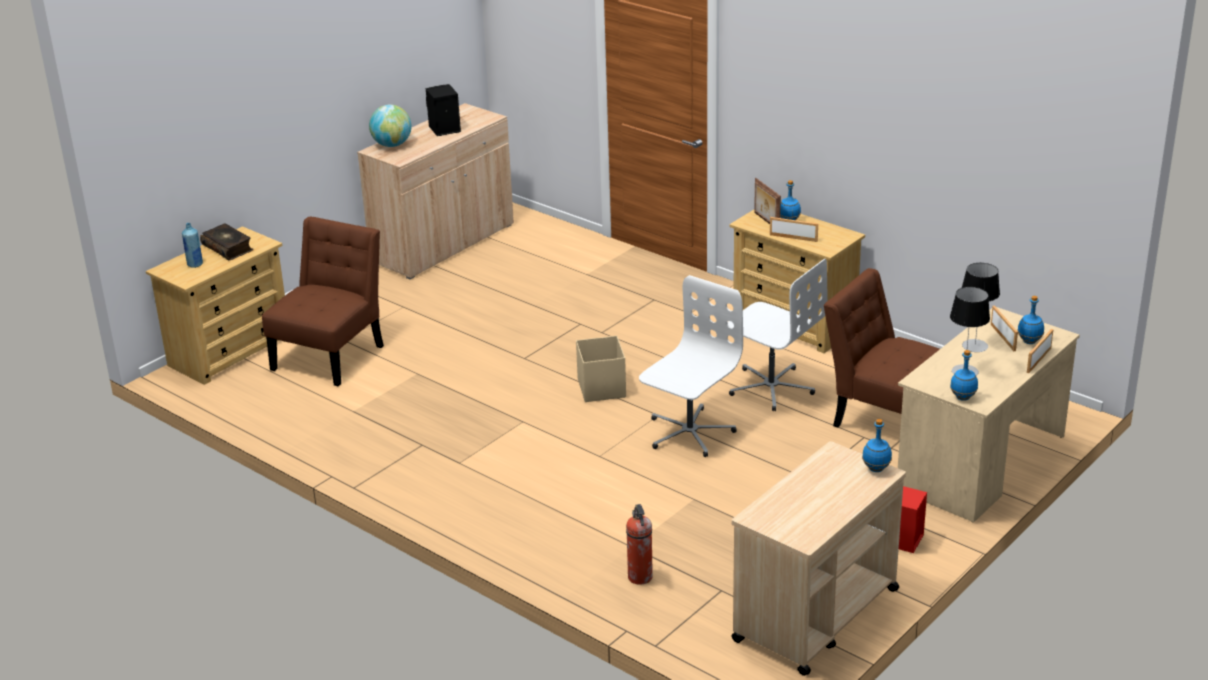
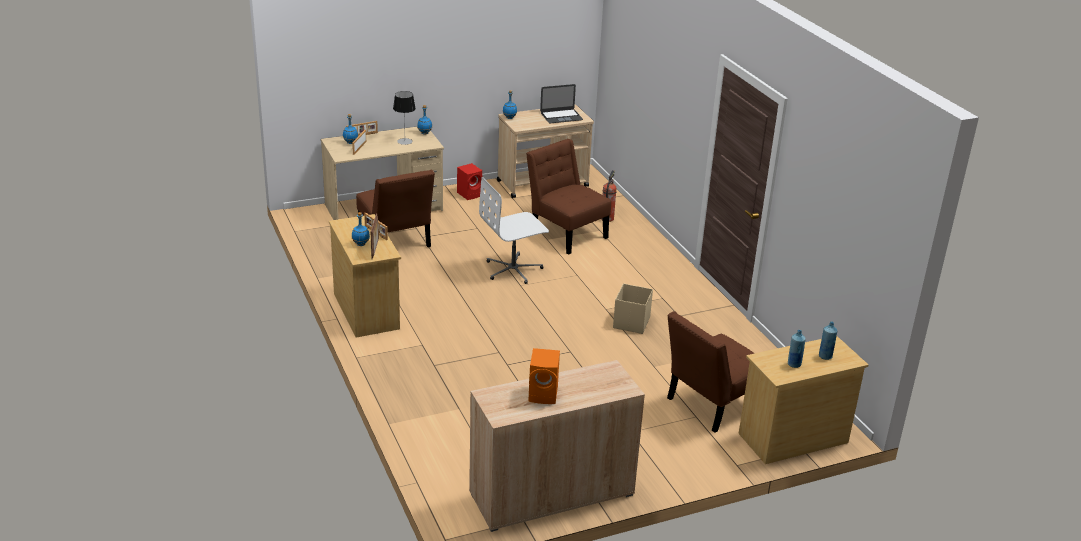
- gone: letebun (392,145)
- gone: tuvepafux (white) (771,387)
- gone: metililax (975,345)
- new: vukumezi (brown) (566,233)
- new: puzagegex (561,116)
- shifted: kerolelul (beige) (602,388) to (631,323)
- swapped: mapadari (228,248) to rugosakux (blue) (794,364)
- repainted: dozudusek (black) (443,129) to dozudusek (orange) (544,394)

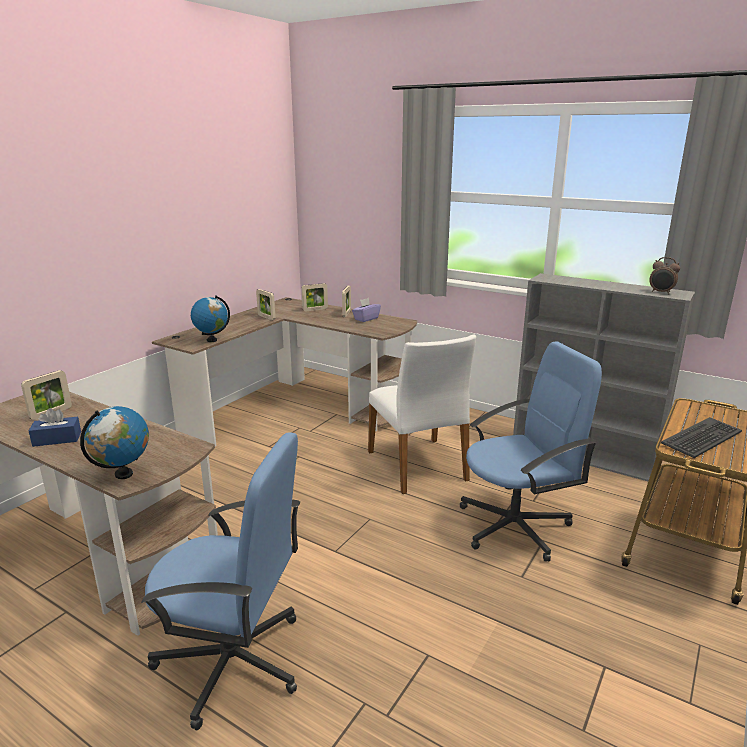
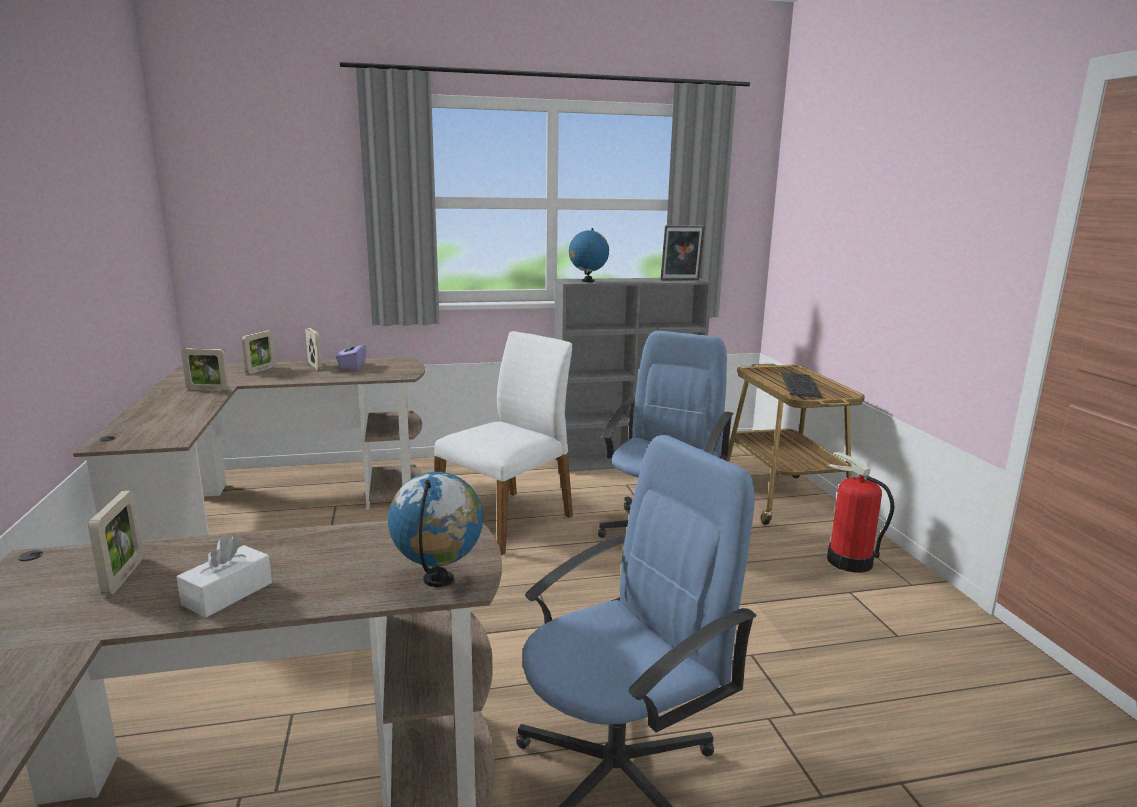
- new: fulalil (848,561)
- shifted: letebun (212,340) to (588,281)
- swapped: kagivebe (661,292) to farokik (680,280)
- repainted: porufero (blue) (57,439) to porufero (white) (227,594)
- rotated: vukumezi (white) (419,466) = (507,519) 75 degrees counterclockwise

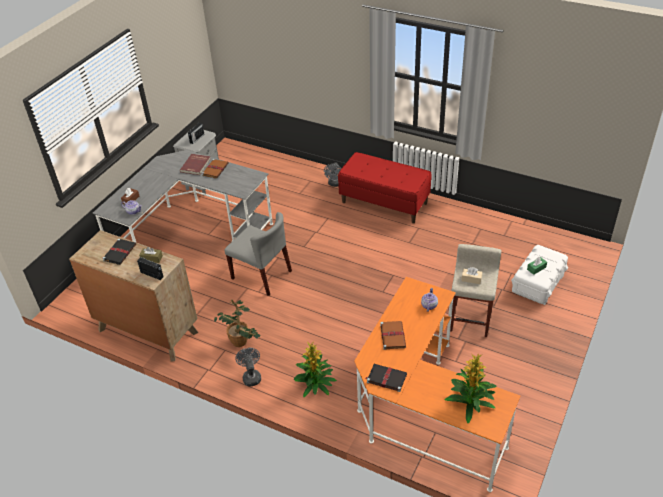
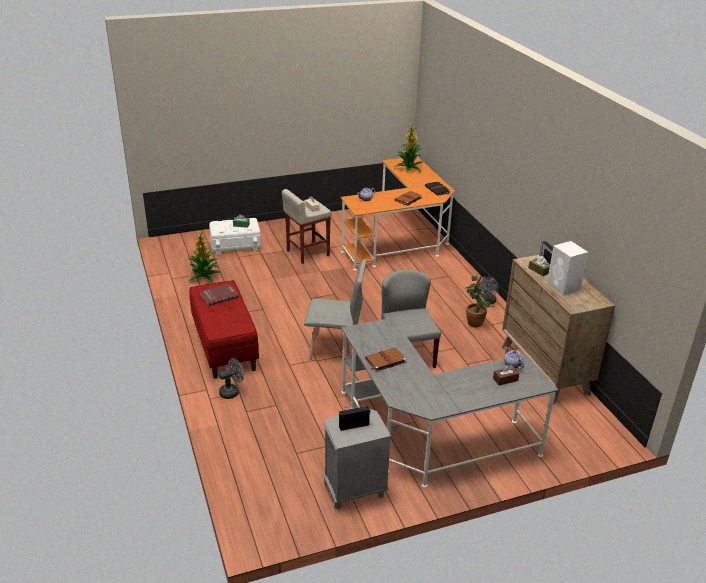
- new: vukumezi (grey) (335,349)
- shifted: mapadari (red) (196,165) to (218,295)
- shifted: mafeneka (314,383) to (204,276)
- swapped: mapadari (black) (120,252) to dozudusek (white) (563,287)

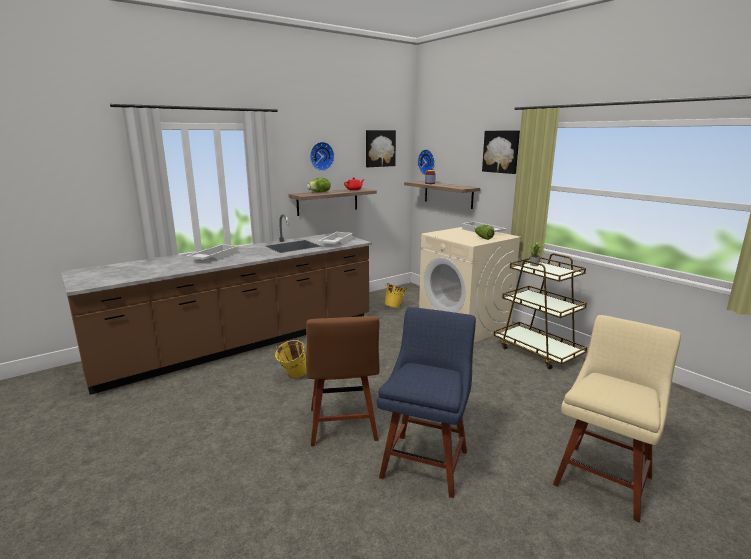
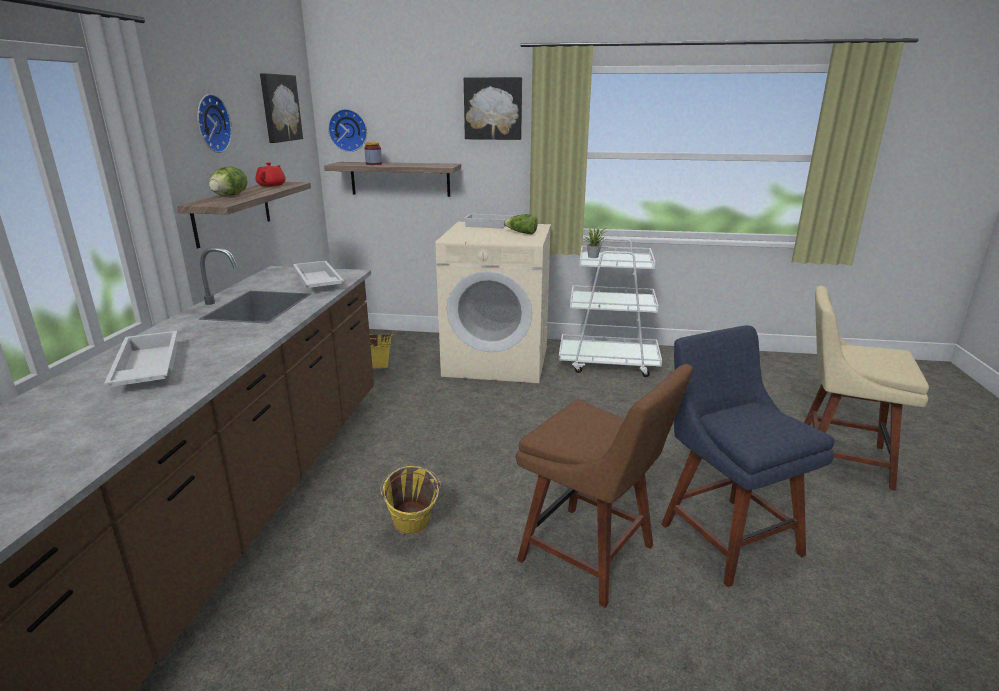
- repainted: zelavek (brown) (537,351) to zelavek (white) (608,363)
- rotated: vukumezi (beige) (604,477) = (837,457) 60 degrees counterclockwise

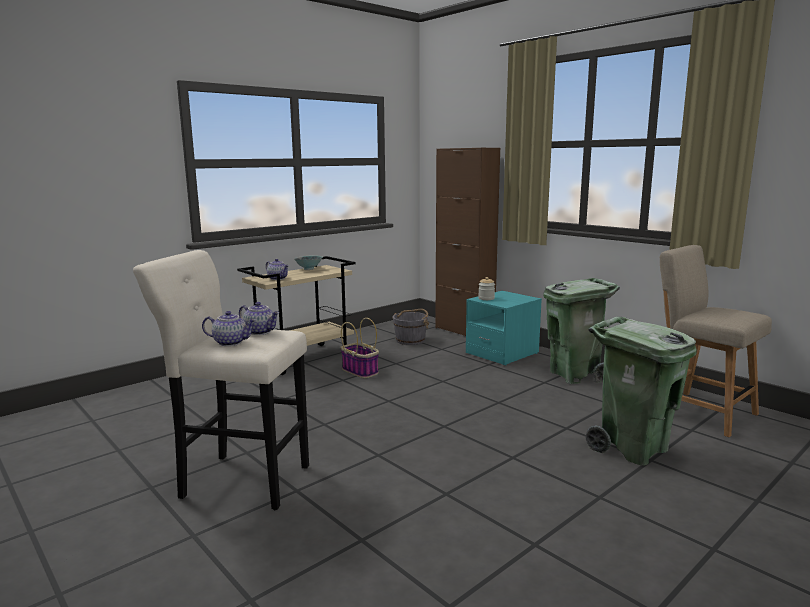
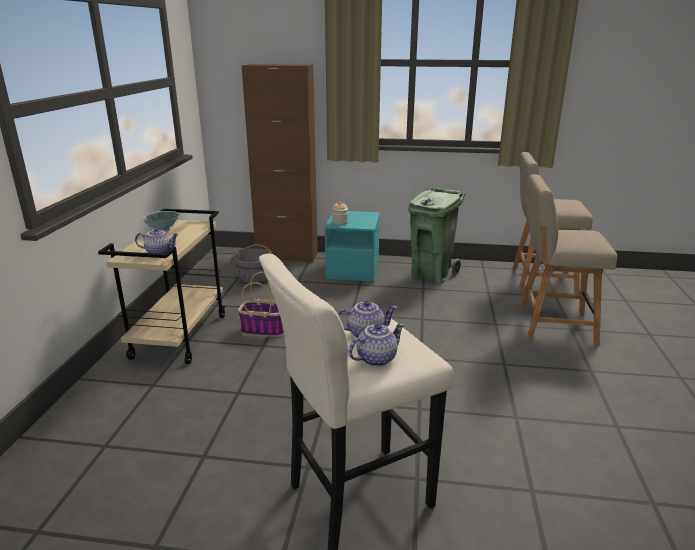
- swapped: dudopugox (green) (632,449) to vukumezi (beige) (551,324)

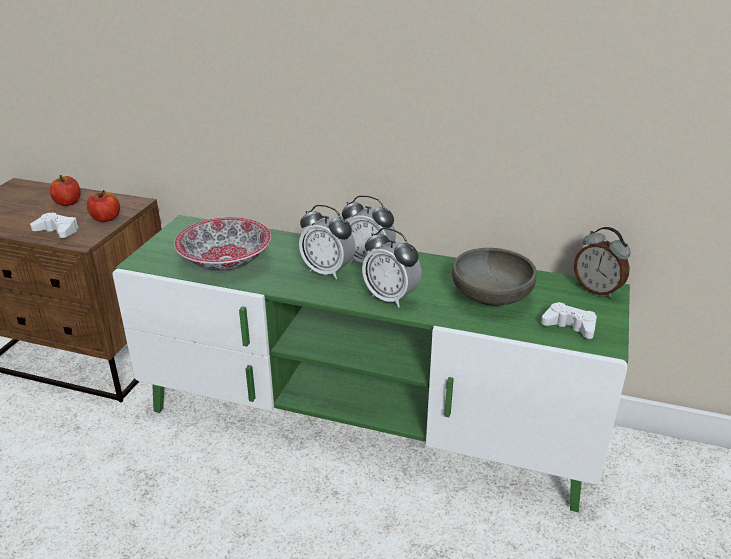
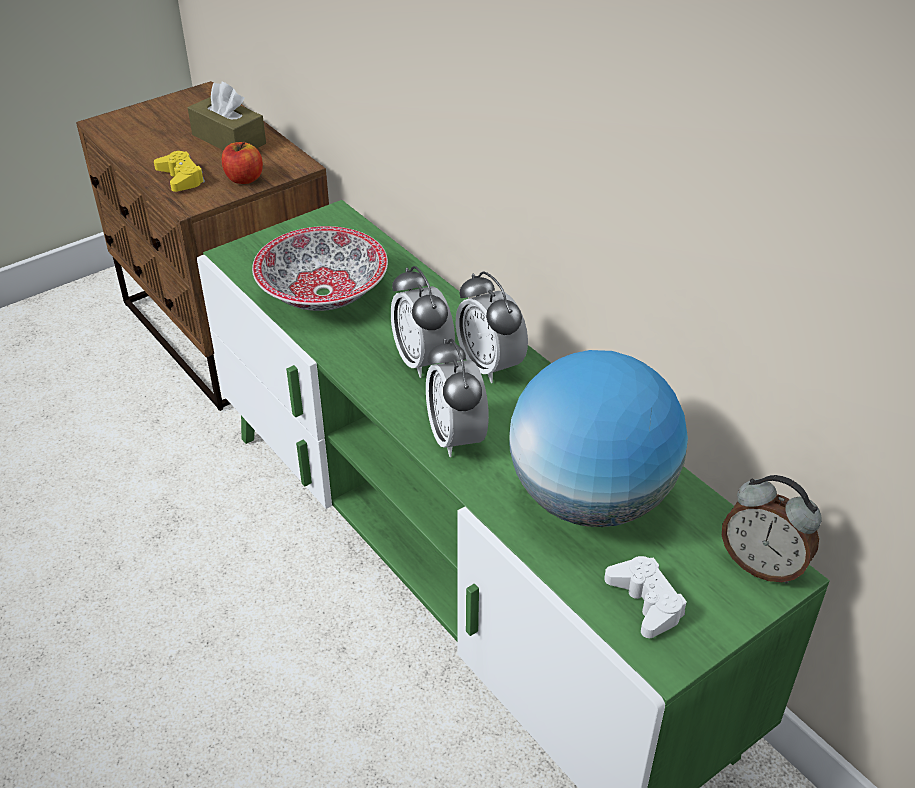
- swapped: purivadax (68,202) to porufero (brown) (229,139)
- swapped: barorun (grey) (491,296) to letebun (590,499)
- repainted: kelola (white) (57,231) to kelola (yellow) (181,178)
- rotated: kagivebe (597,290) = (762,565) 45 degrees counterclockwise

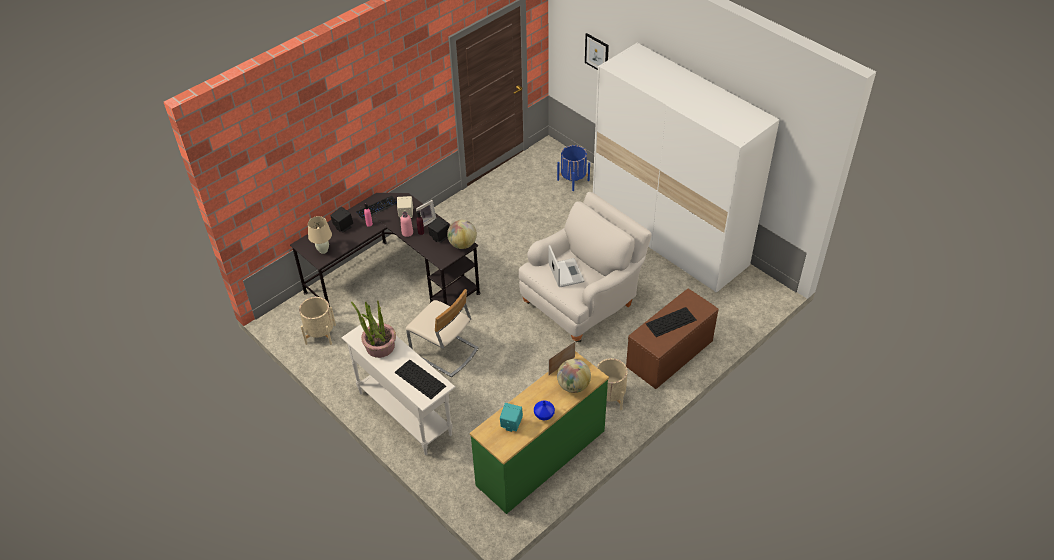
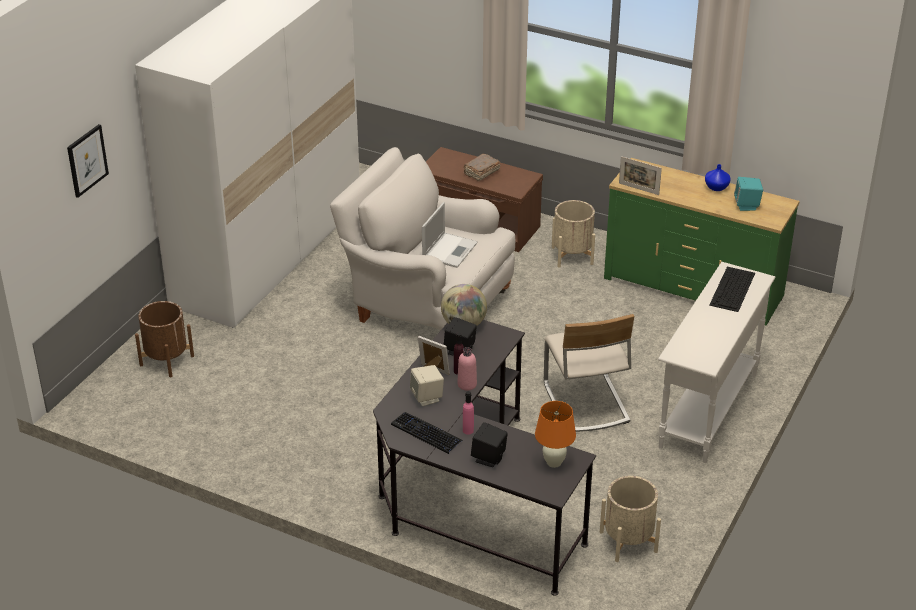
- gone: mafeneka (380,346)
- gone: letebun (573,386)
- swapped: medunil (671,321) to mapadari (brown) (481,173)
- repainted: metililax (beige) (323,250) to metililax (orange) (554,462)
- repainted: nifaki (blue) (573,180) to nifaki (brown) (167,360)
- rotated: vukumezi (beige) (444,352) = (585,403) 150 degrees clockwise
- rotated: puzagegex (565,272) = (450,250) 150 degrees clockwise

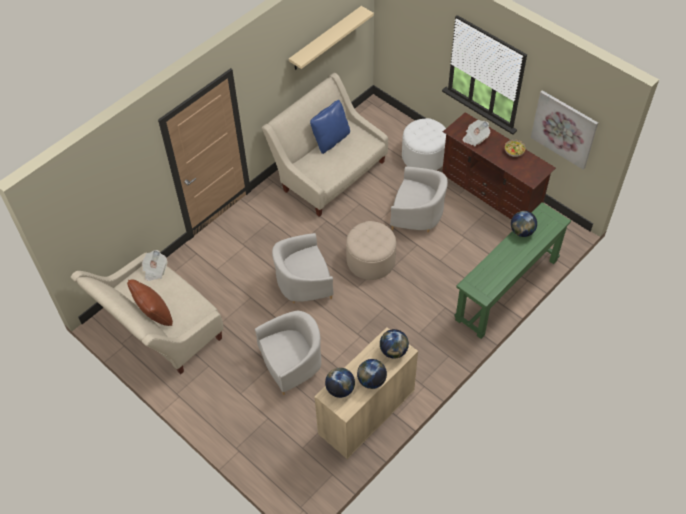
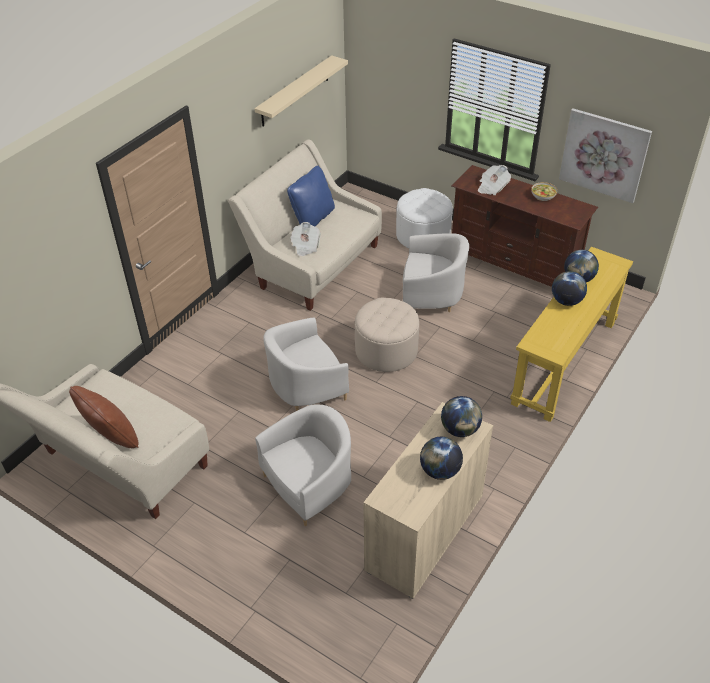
- shifted: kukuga (155,270) to (305,246)
- shifted: letebun (340,389) to (566,301)
- repainted: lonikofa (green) (506,289) to lonikofa (yellow) (564,362)

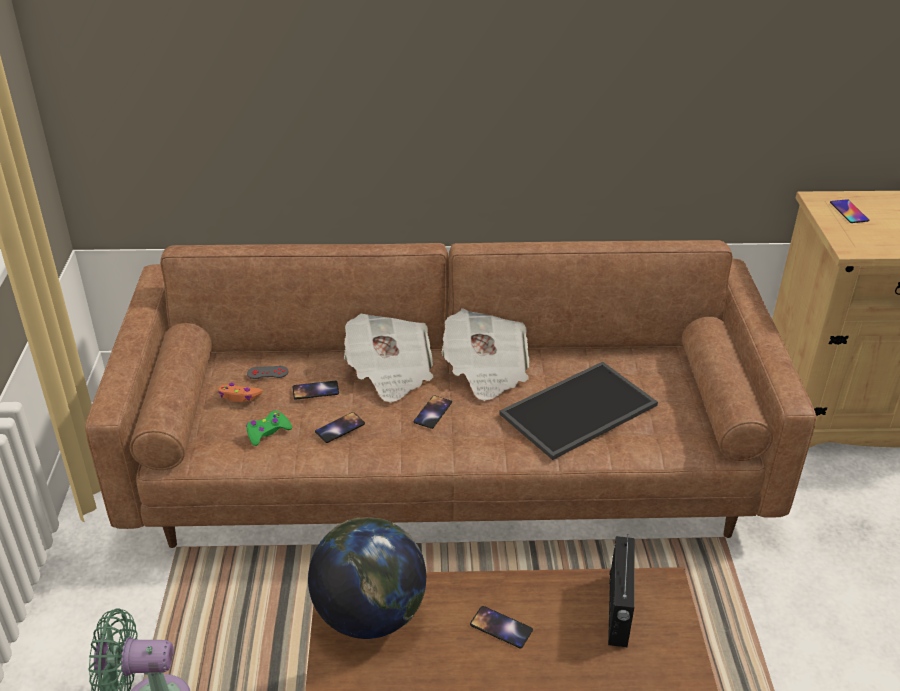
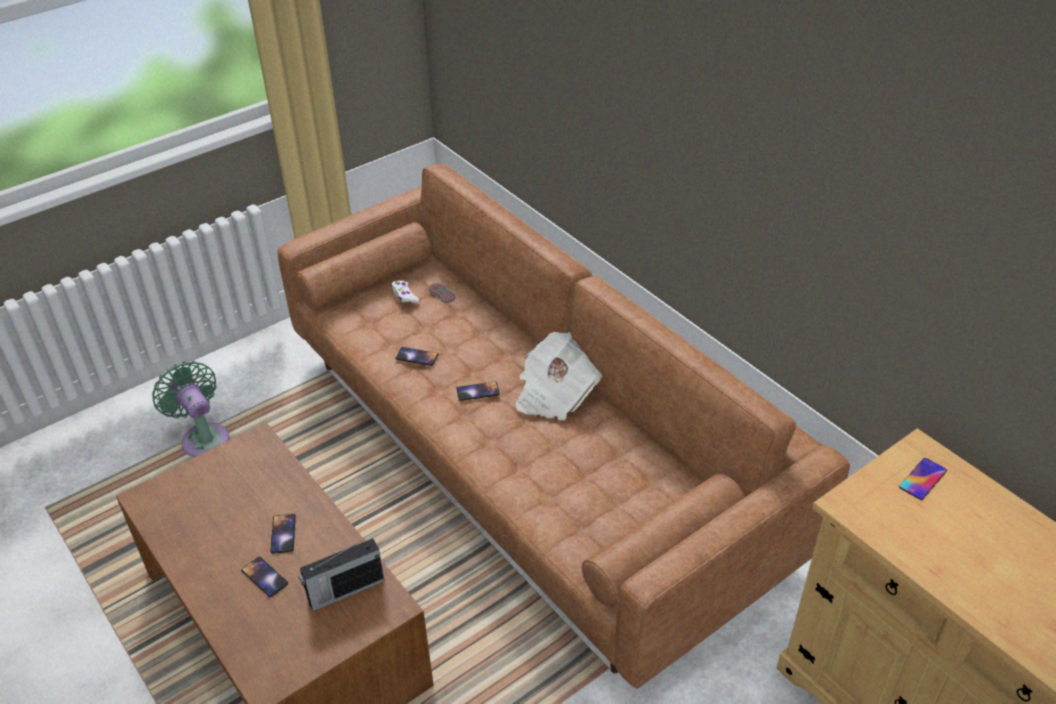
- gone: kelola (green) (267,432)
- gone: letebun (370,616)
- gone: kukuga (389,372)
- gone: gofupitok (579,411)
- shifted: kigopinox (315,390) to (264,577)
- repainted: kelola (orange) (239,396) to kelola (white) (404,295)

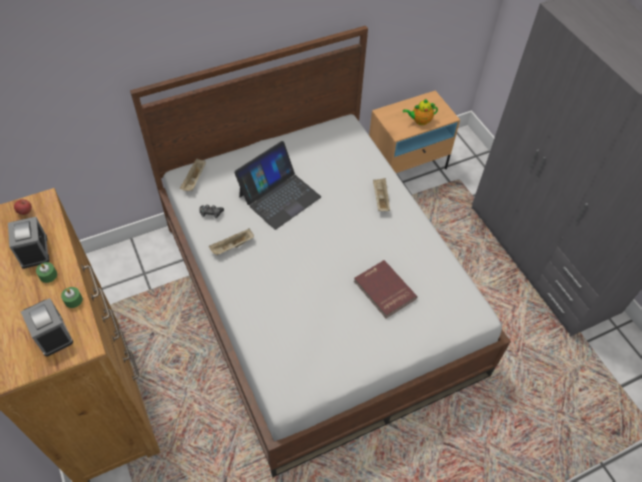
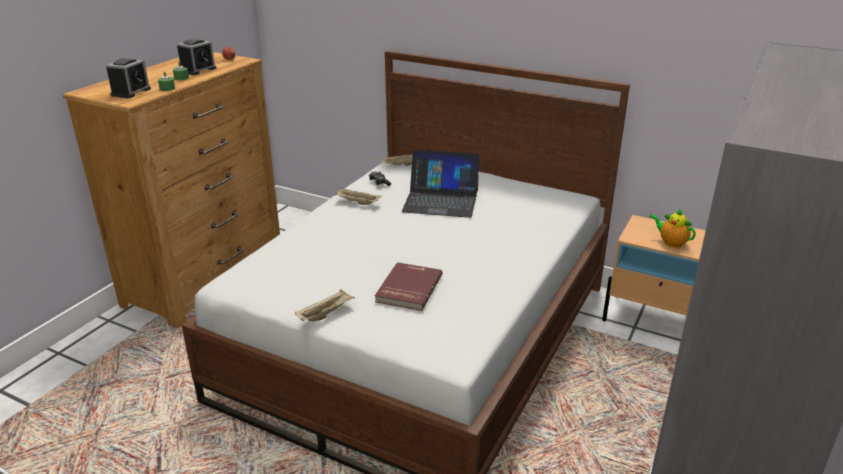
- shifted: gofupitok (beige) (380,199) to (326,314)

